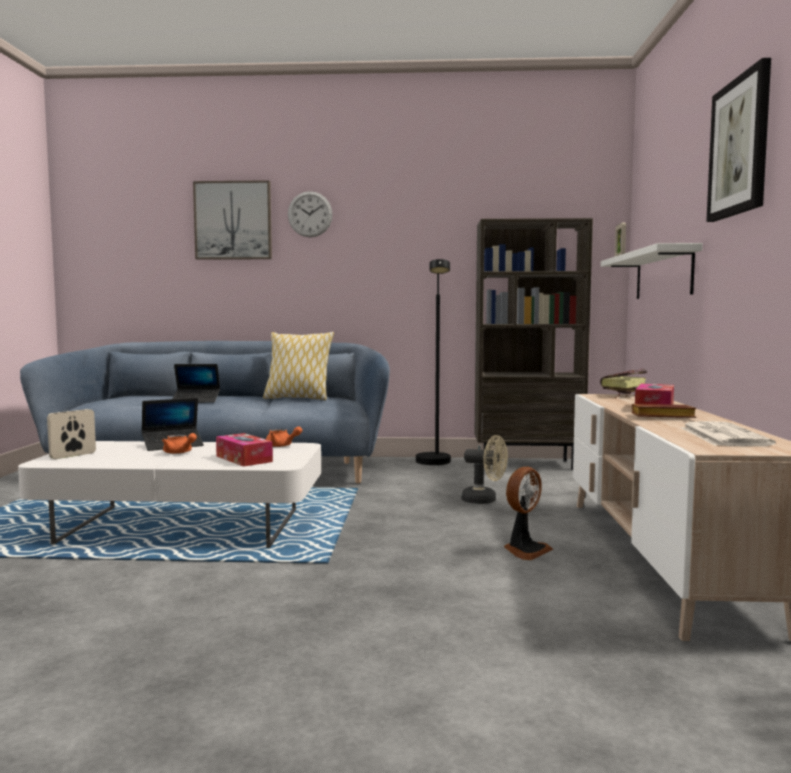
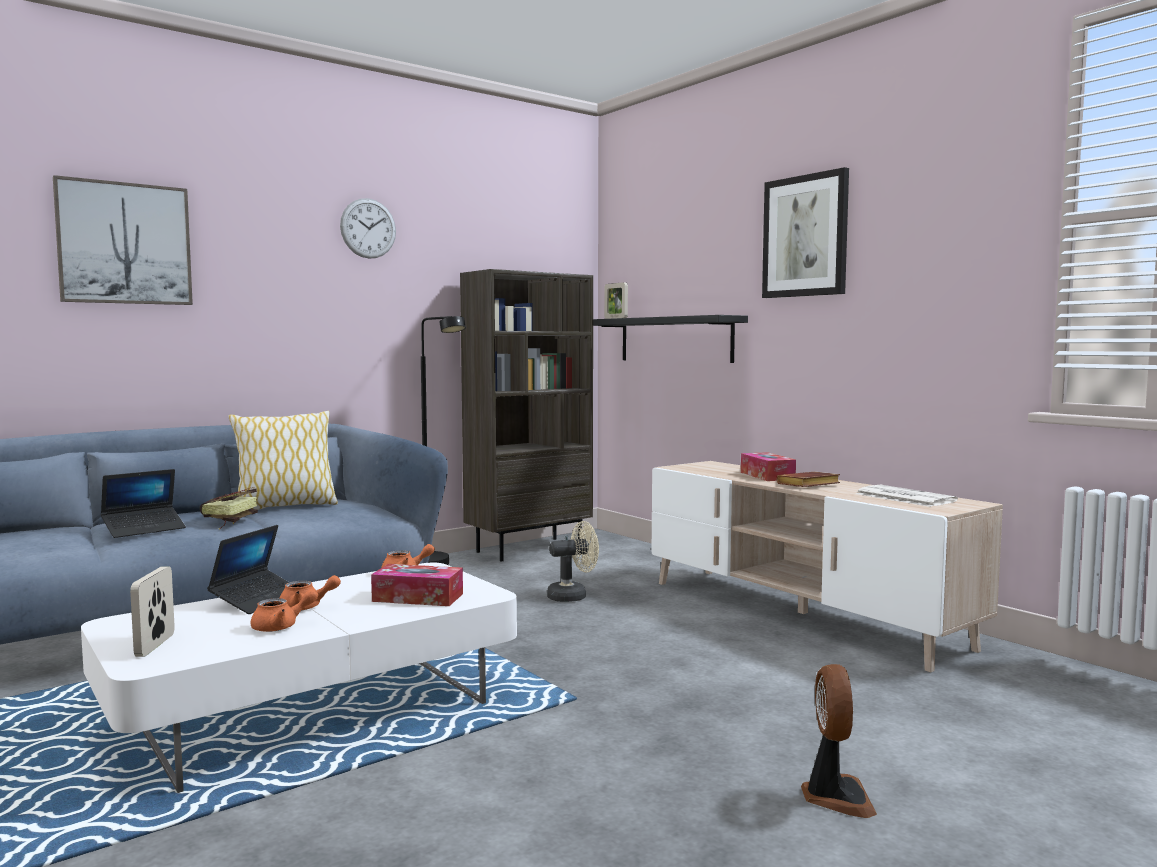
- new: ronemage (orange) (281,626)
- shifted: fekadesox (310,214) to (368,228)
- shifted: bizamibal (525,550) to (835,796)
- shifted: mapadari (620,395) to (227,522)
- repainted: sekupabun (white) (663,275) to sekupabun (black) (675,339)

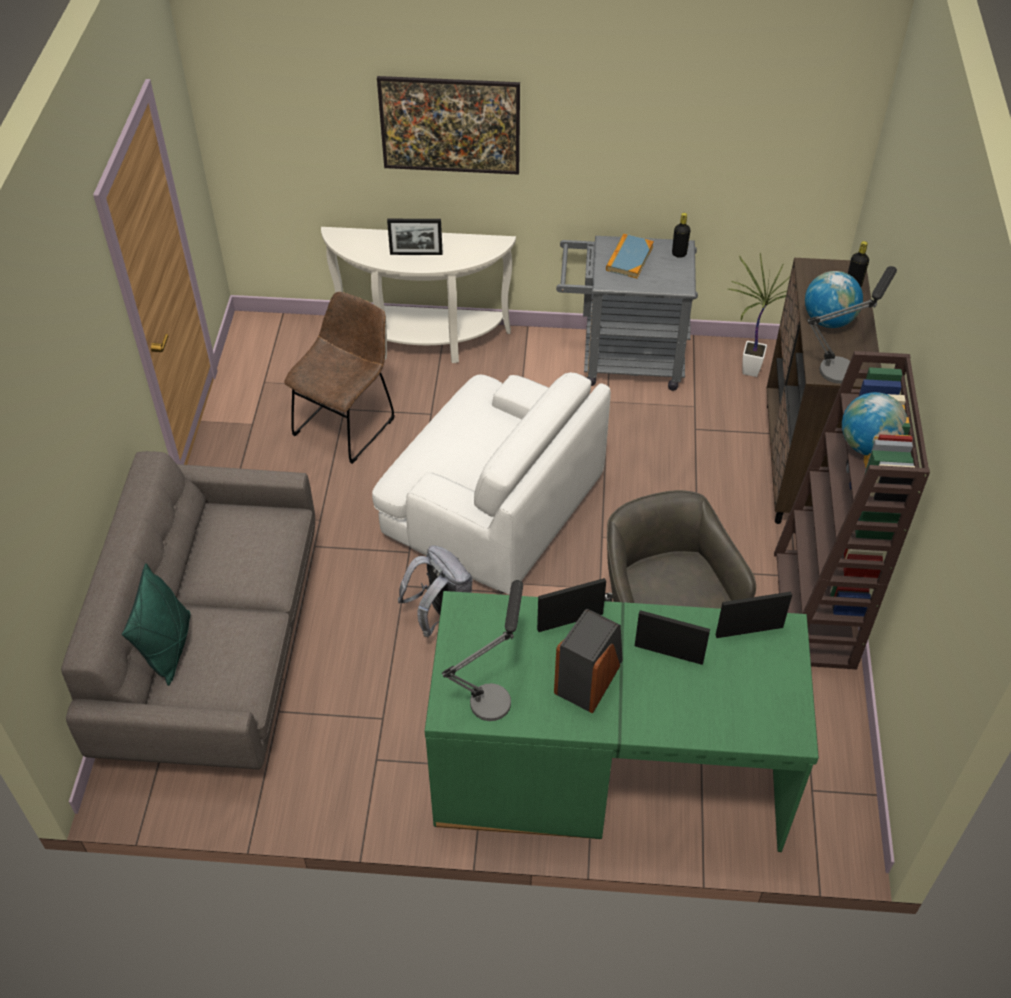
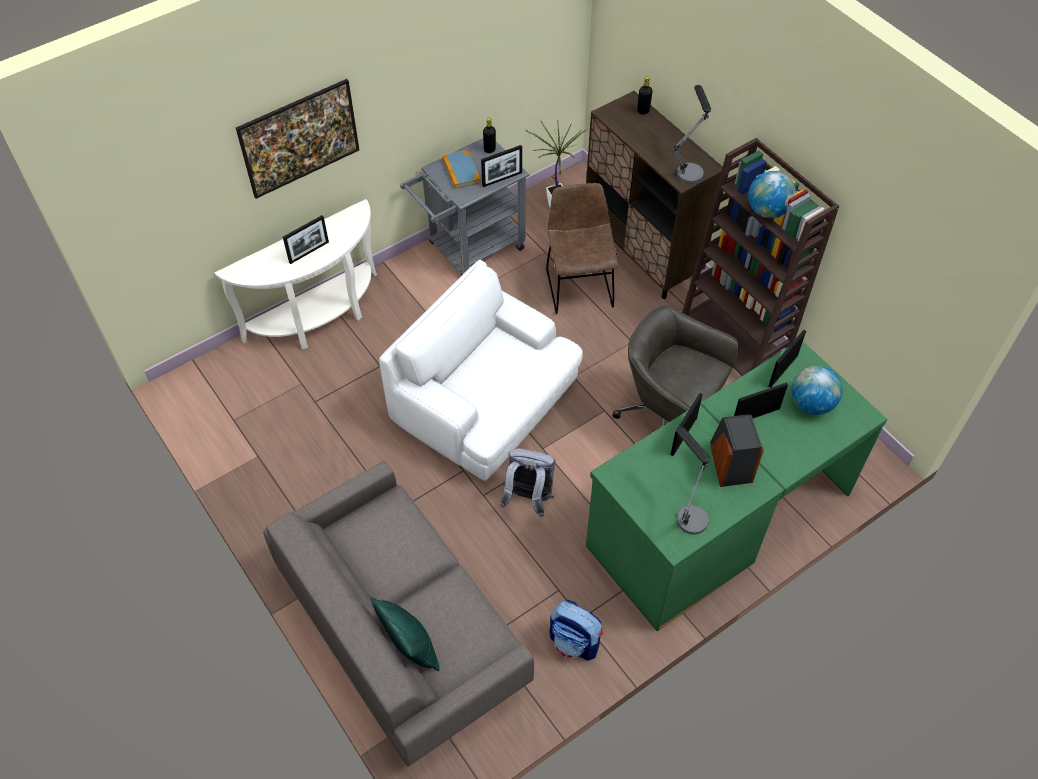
- new: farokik (502,179)
- new: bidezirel (575,642)
- shifted: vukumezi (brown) (347,423) to (578,285)
- shifted: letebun (828,320) to (811,403)
- rotated: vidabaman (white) (492,506) = (485,402) 135 degrees counterclockwise

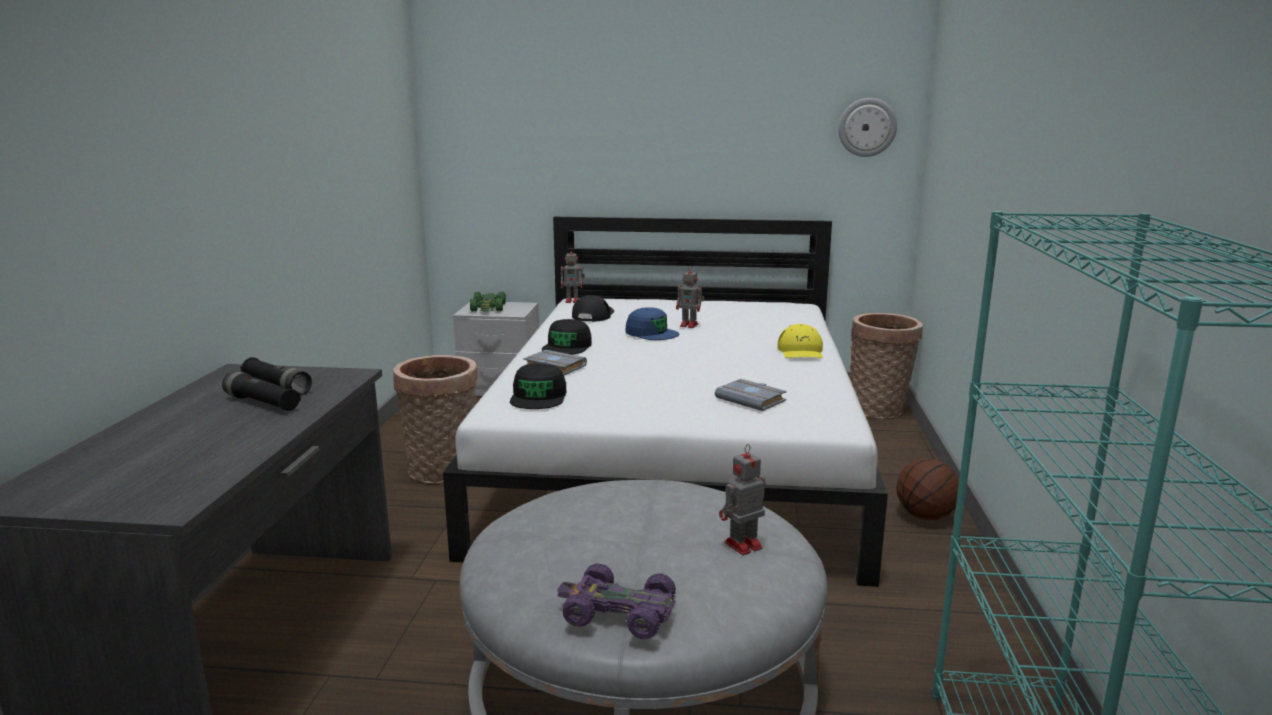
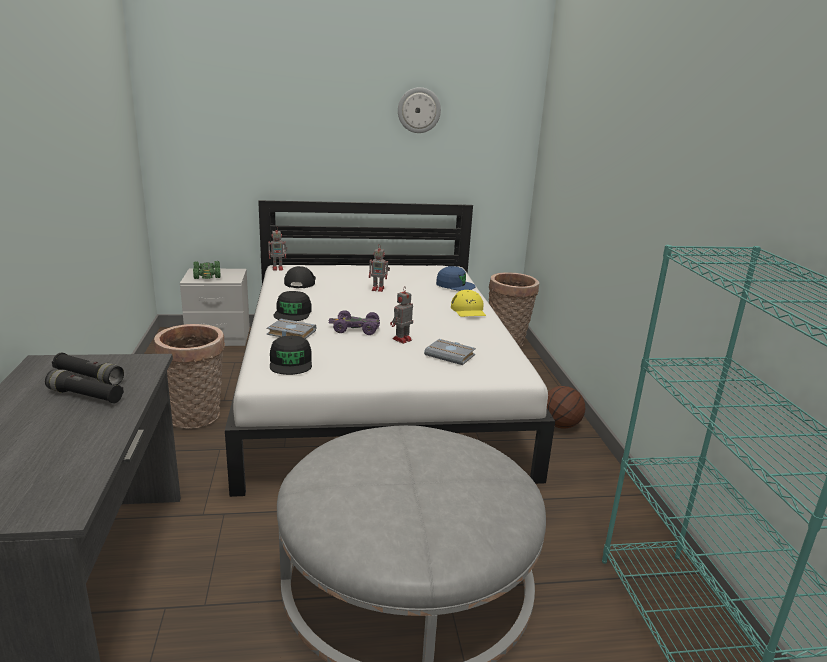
- shifted: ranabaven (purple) (617,613) to (355,328)
- shifted: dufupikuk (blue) (651,333) to (455,285)
- shifted: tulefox (741,545) to (401,340)
- shifted: fekadesox (867,127) to (419,110)

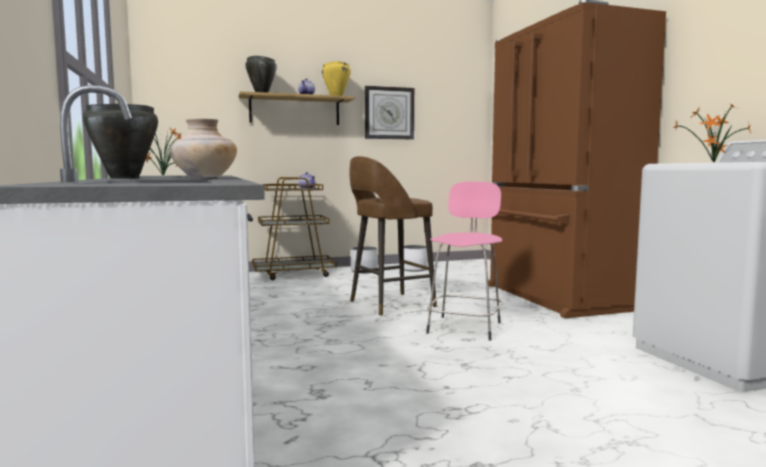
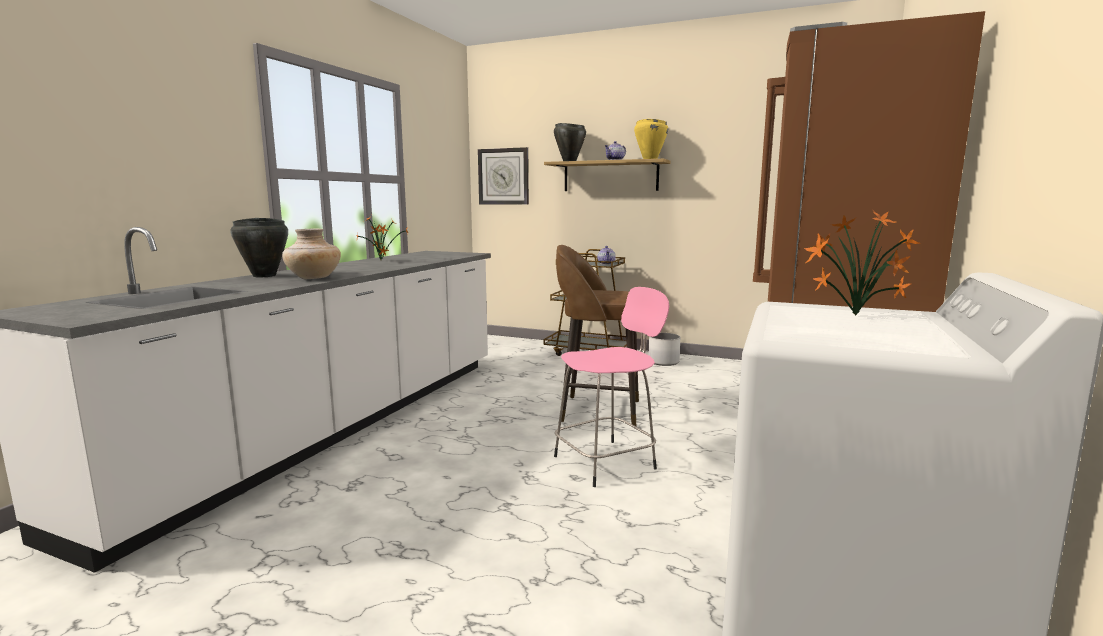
- gone: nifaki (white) (414,269)
- shifted: fekadesox (389,113) to (503,176)

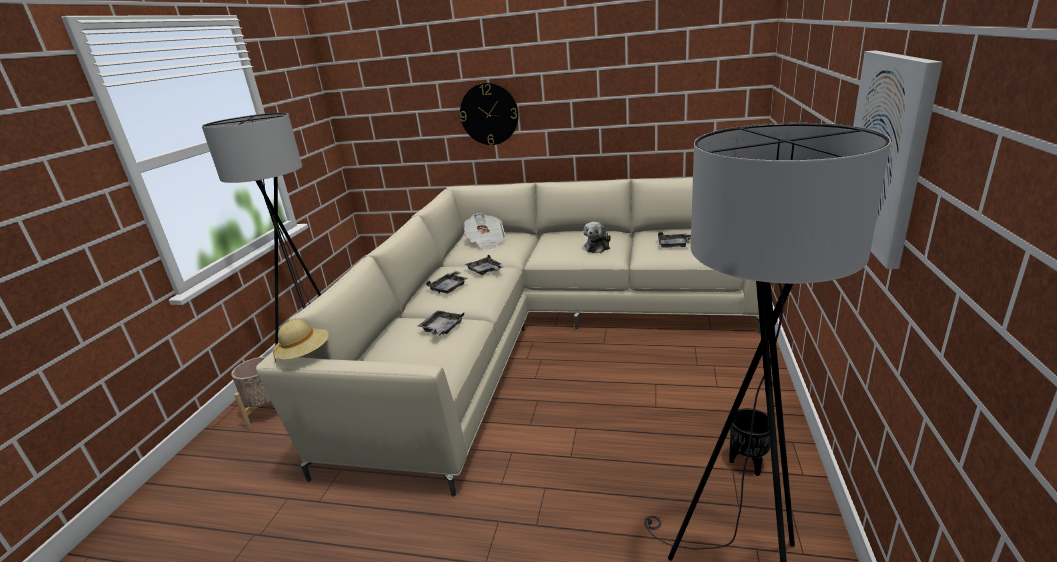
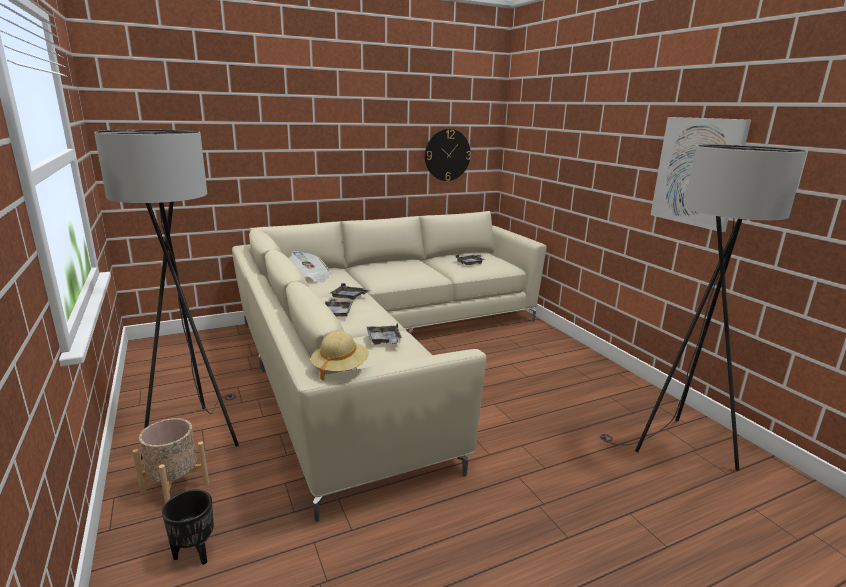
- gone: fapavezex (598,247)
- shifted: fekadesox (489,114) to (447,155)
- shifted: nifaki (black) (748,464) to (195,554)

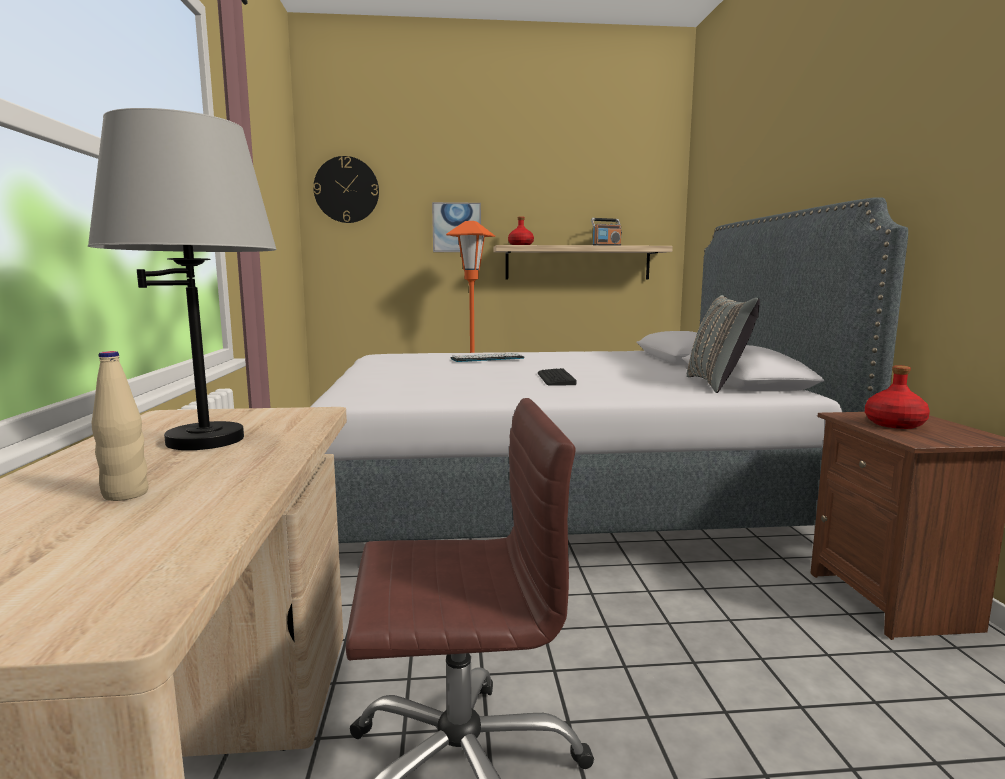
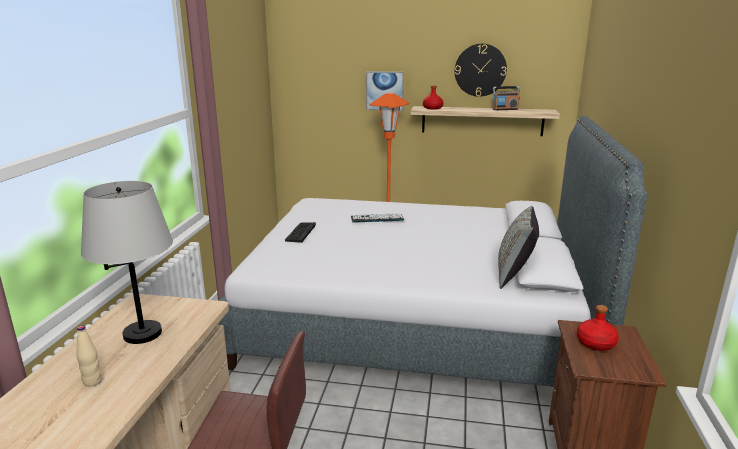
- shifted: fekadesox (346,190) to (480,70)
- shifted: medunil (555,378) to (300,232)

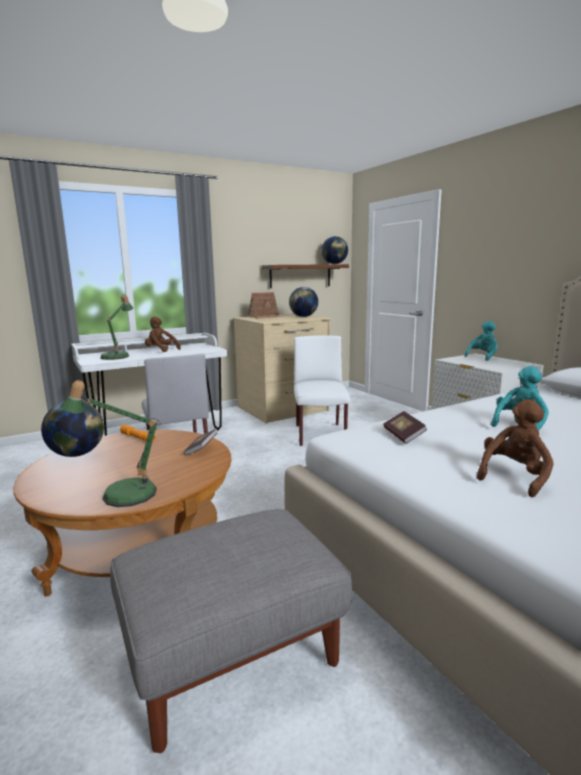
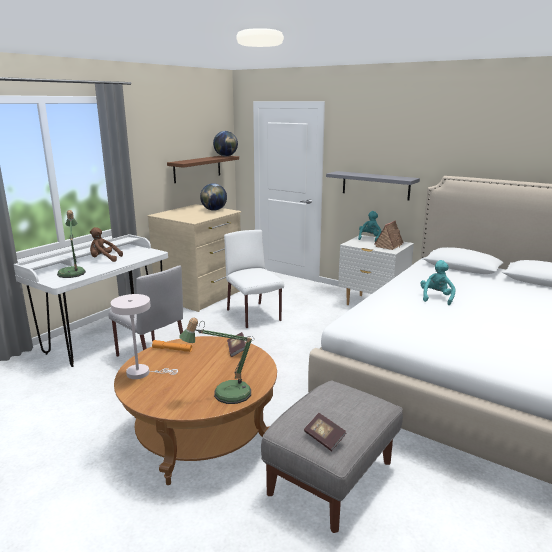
- gone: fapavezex (brown) (514,477)
- new: sekupabun (grey) (375,185)
- shifted: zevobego (265,317) to (389,245)
- shifted: mapadari (403,435) to (324,438)
- swapped: letebun (77,454) to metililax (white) (142,373)

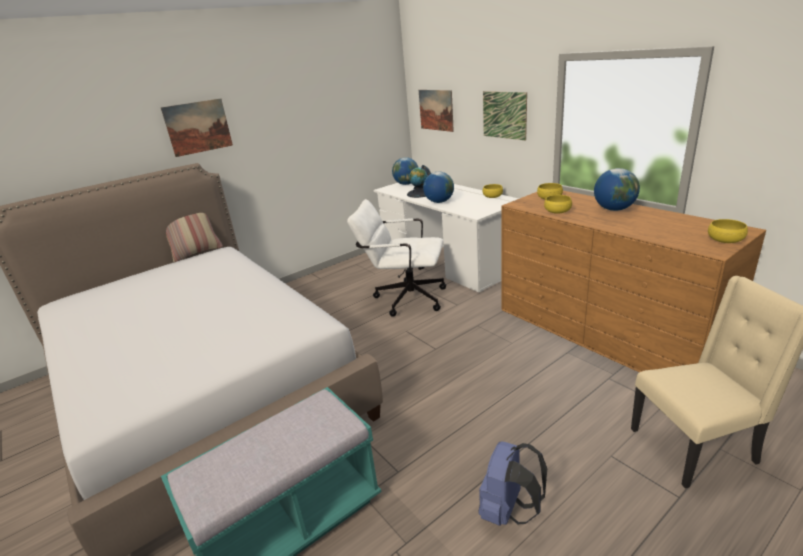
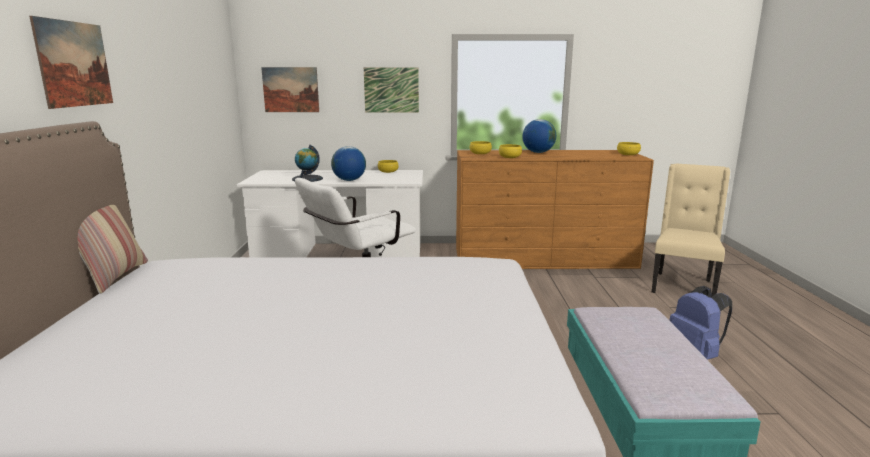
- gone: letebun (406,184)

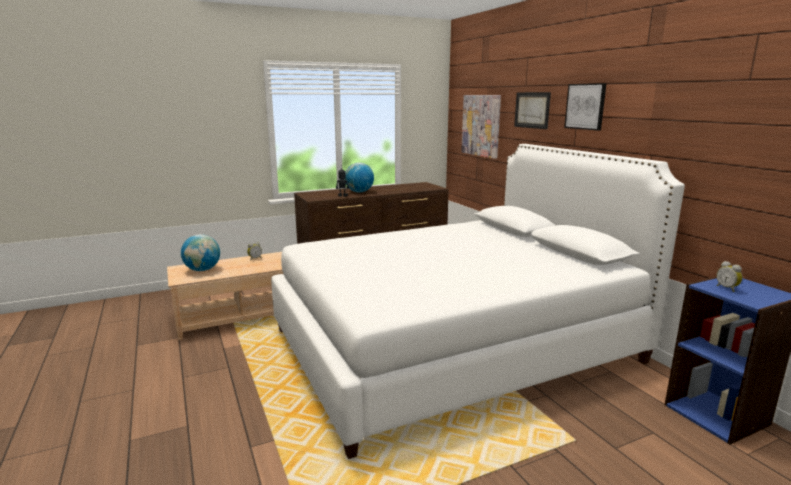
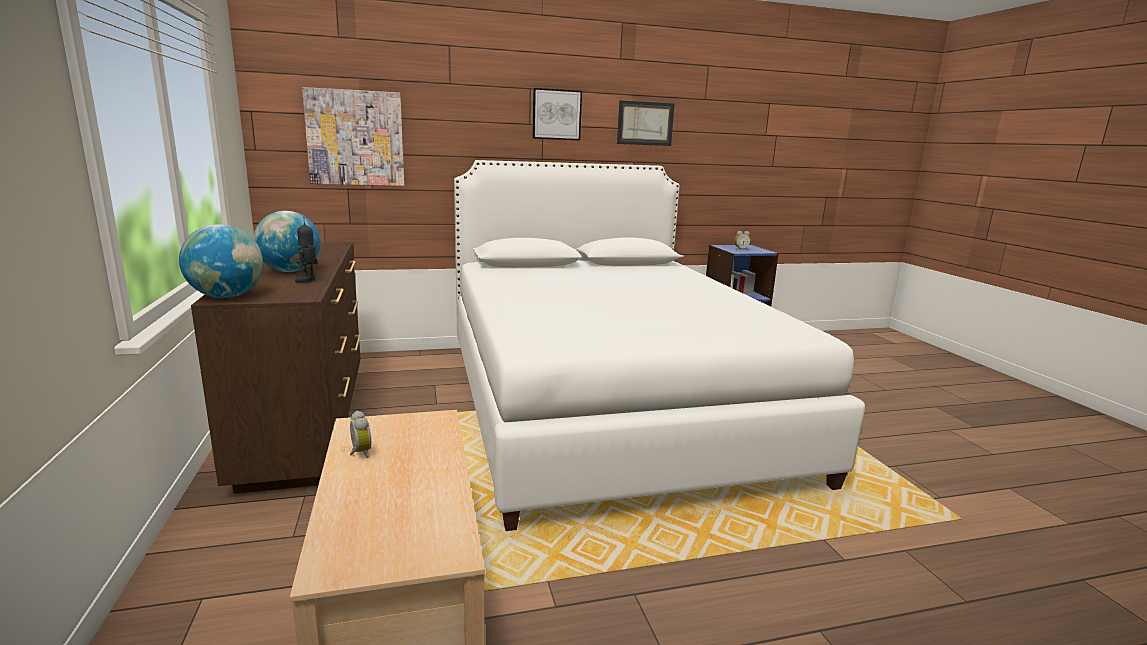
- shifted: letebun (202,270) to (227,296)
- shifted: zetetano (532,110) to (645,123)

